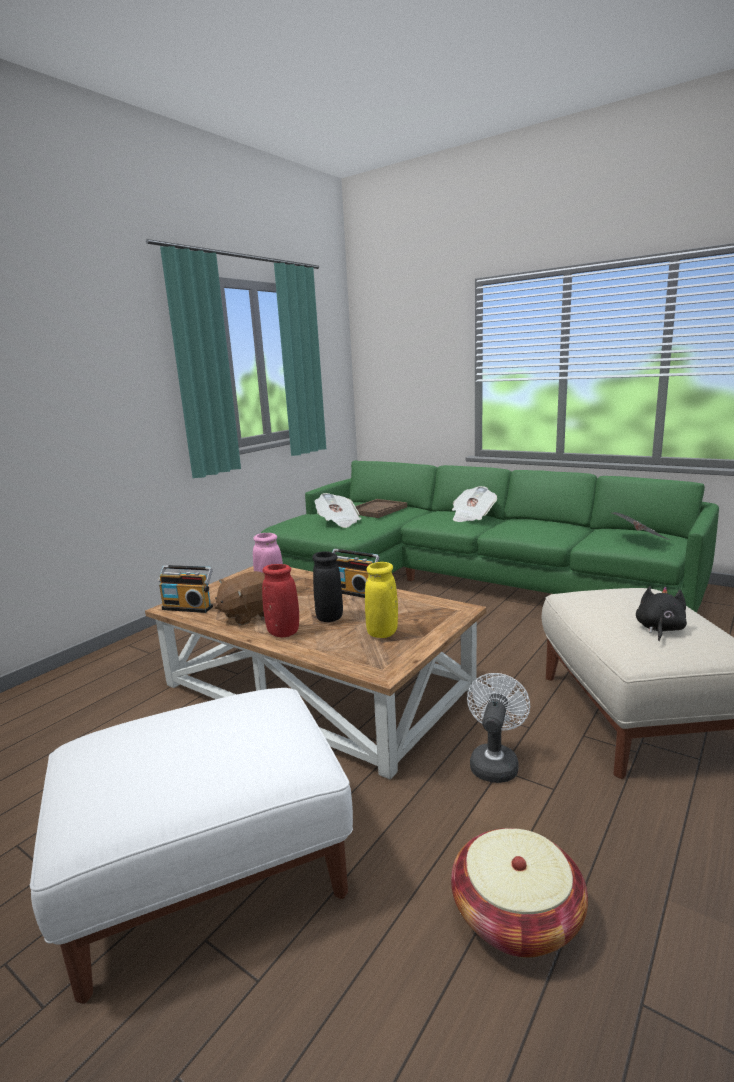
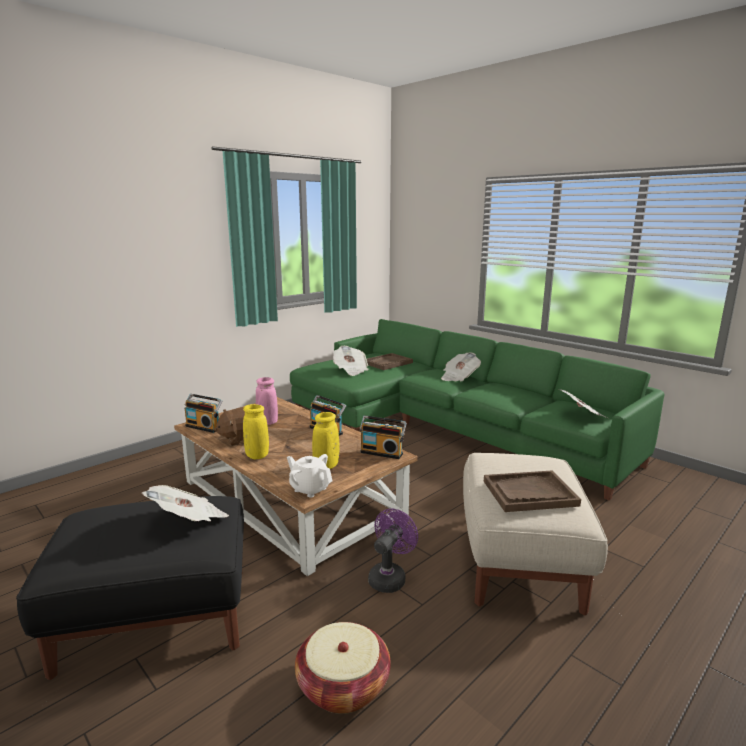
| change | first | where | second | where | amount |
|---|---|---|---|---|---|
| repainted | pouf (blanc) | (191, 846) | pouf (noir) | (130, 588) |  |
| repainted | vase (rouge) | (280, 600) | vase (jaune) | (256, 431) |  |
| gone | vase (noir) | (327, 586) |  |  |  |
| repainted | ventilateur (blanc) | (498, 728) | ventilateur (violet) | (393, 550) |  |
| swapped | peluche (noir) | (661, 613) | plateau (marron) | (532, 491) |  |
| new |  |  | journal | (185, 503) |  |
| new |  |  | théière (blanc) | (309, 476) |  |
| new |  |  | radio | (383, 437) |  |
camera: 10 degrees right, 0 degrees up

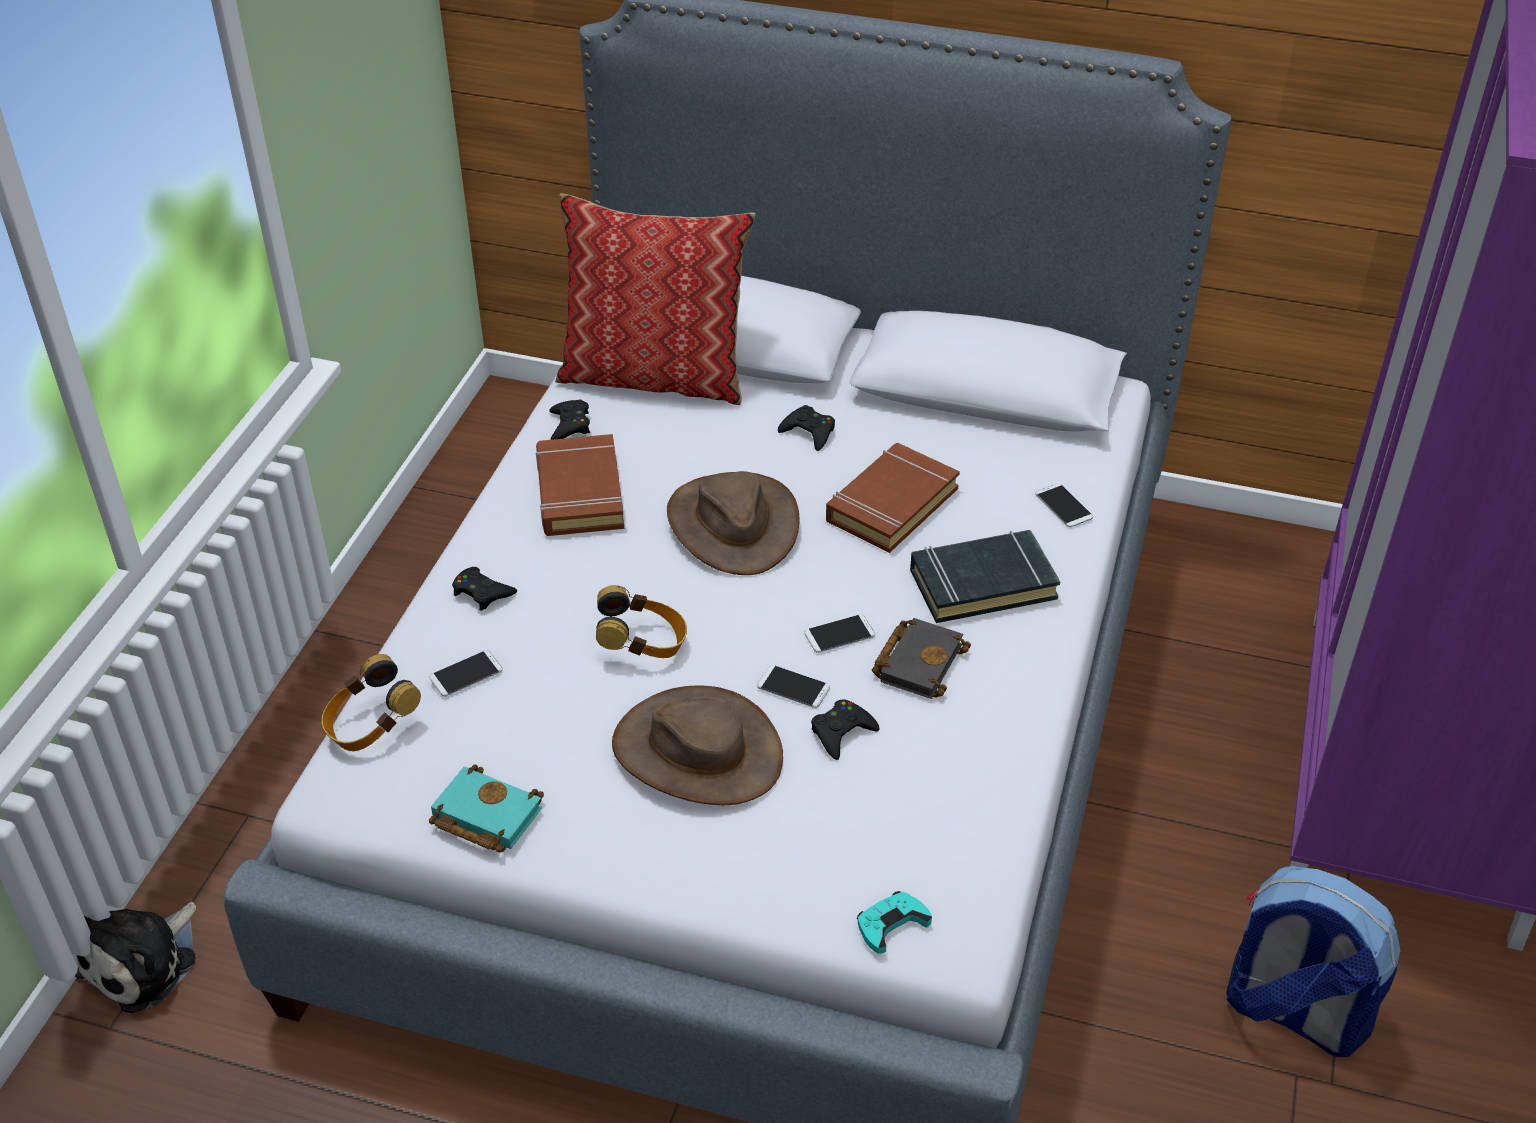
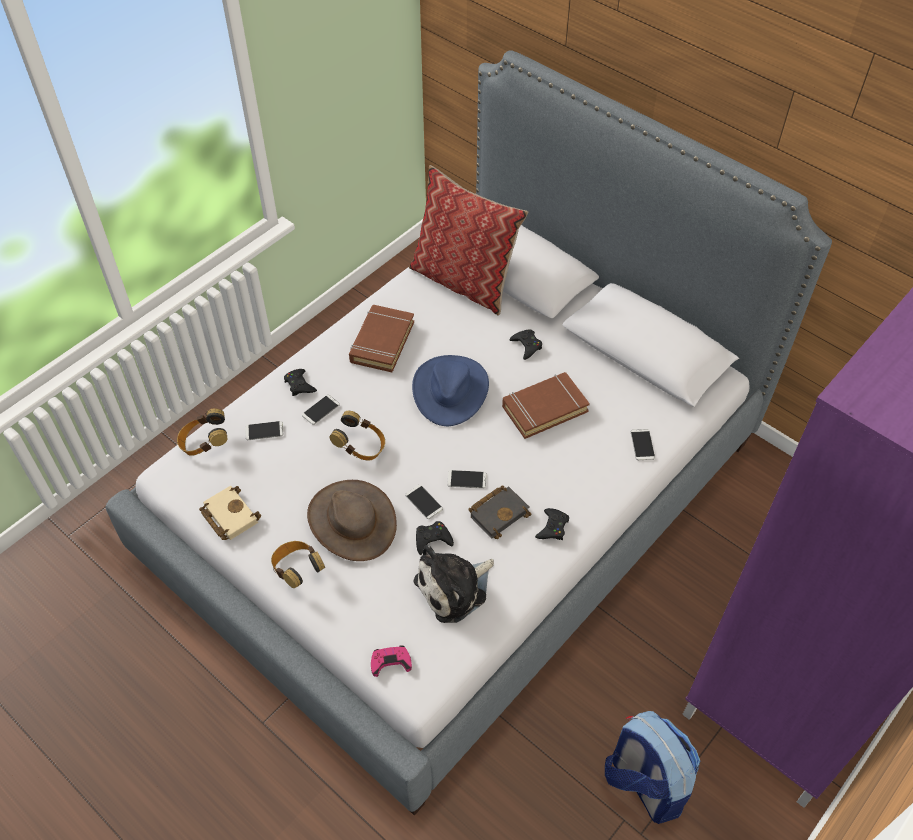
| change | first | where | second | where | amount |
|---|---|---|---|---|---|
| shifted | peluche | (135, 957) |  | (453, 584) |  |
| repainted | livre (turquoise) | (486, 808) | livre (beige) | (230, 513) |  |
| shifted | manette (noir) | (569, 419) |  | (552, 524) |  |
| repainted | chapeau (marron) | (733, 523) | chapeau (bleu) | (450, 390) |  |
| repainted | manette (turquoise) | (894, 922) | manette (rose) | (391, 661) |  |
| gone | livre (noir) | (985, 576) |  |  |  |
| new |  |  | casque audio | (298, 564) |  |
| new |  |  | téléphone | (321, 410) |  |
camera: 25 degrees right, 10 degrees up

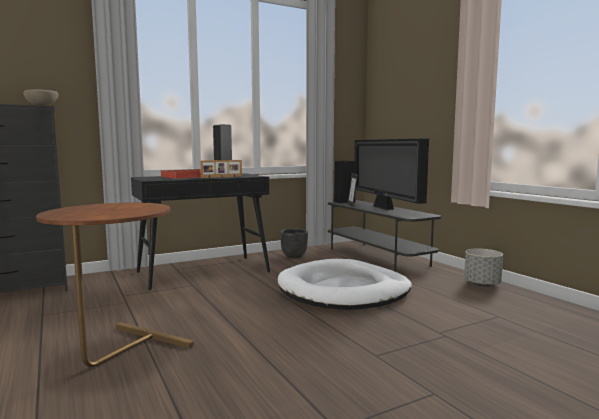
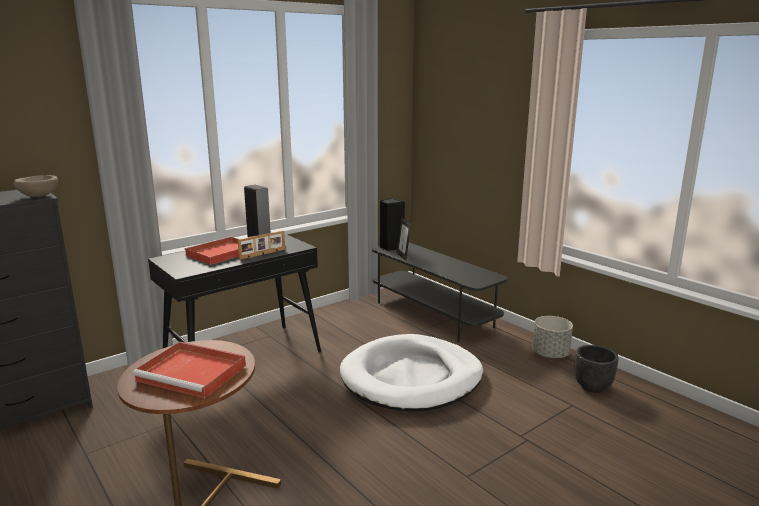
| change | first | where | second | where | amount |
|---|---|---|---|---|---|
| shifted | cache-pot (noir) | (294, 243) |  | (596, 369) |  |
| gone | téléviseur | (391, 174) |  |  |  |
| new |  |  | plateau (rouge) | (189, 370) |  |
camera: 10 degrees left, 10 degrees up

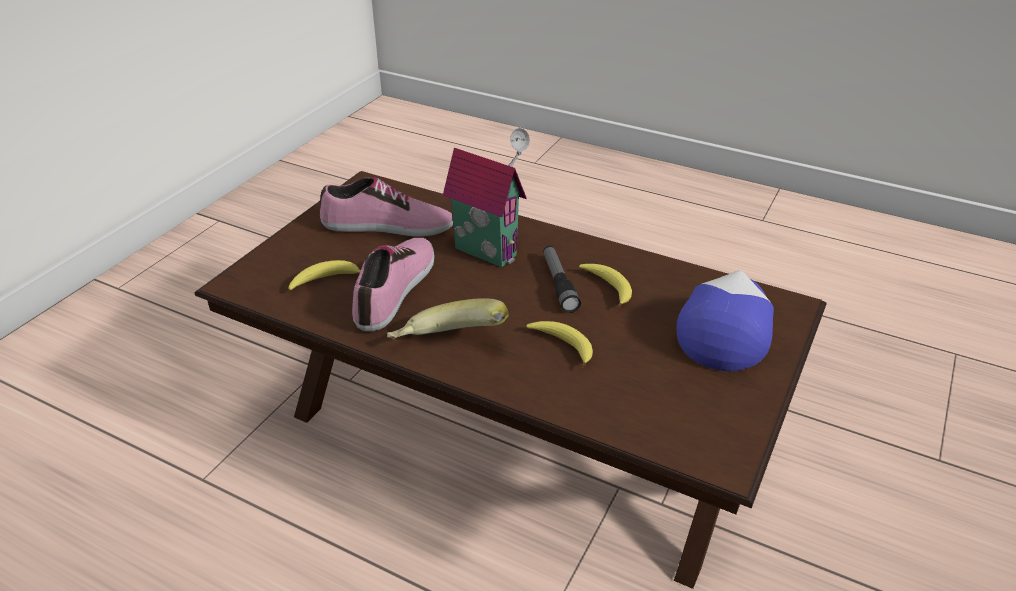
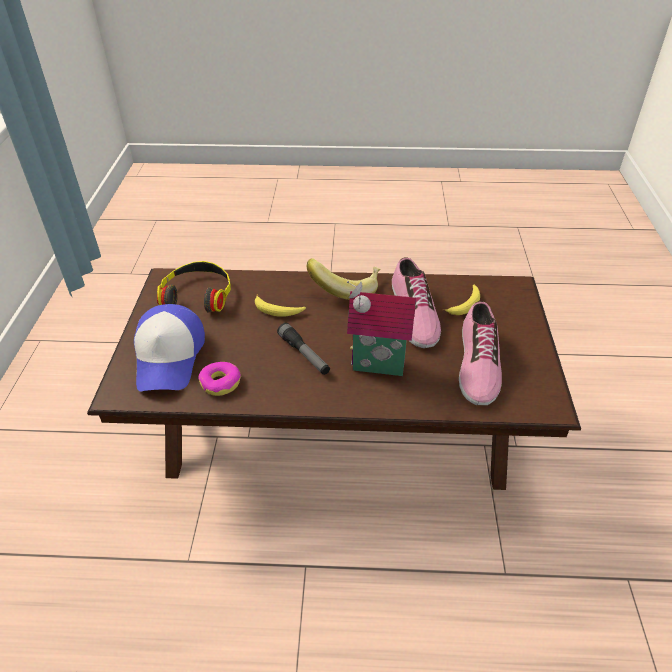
| change | first | where | second | where | amount |
|---|---|---|---|---|---|
| rotated | chaussure | (386, 207) |  | (480, 353) | 60 degrees counterclockwise |
| gone | banane | (605, 285) |  |  |  |
| new |  |  | casque audio | (194, 287) |  |
| new |  |  | beignet | (219, 379) |  |
camera: 155 degrees right, 5 degrees up

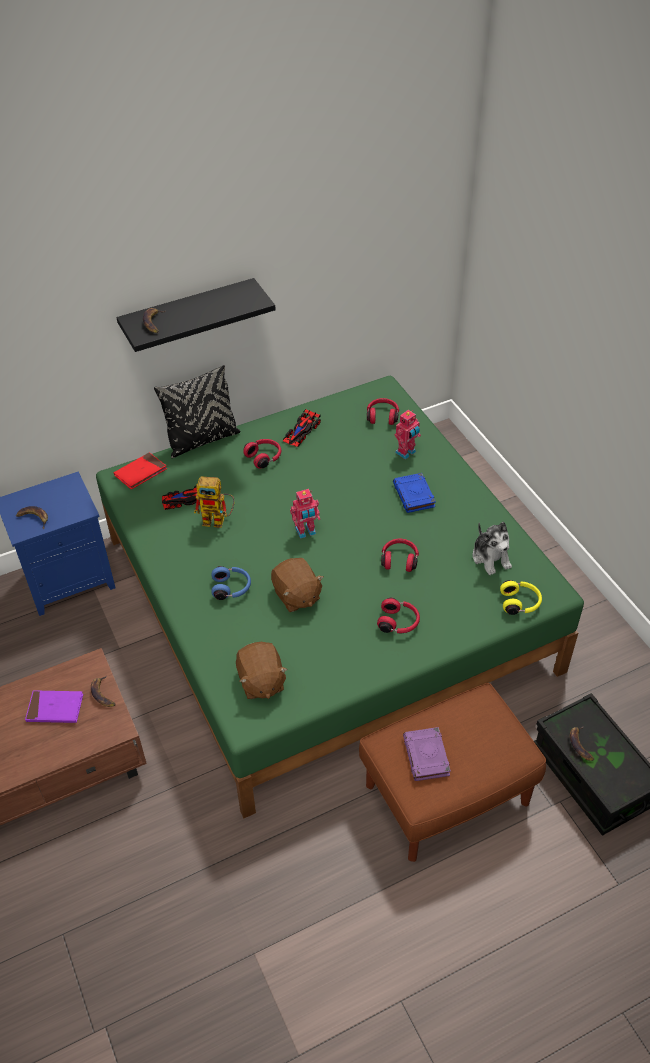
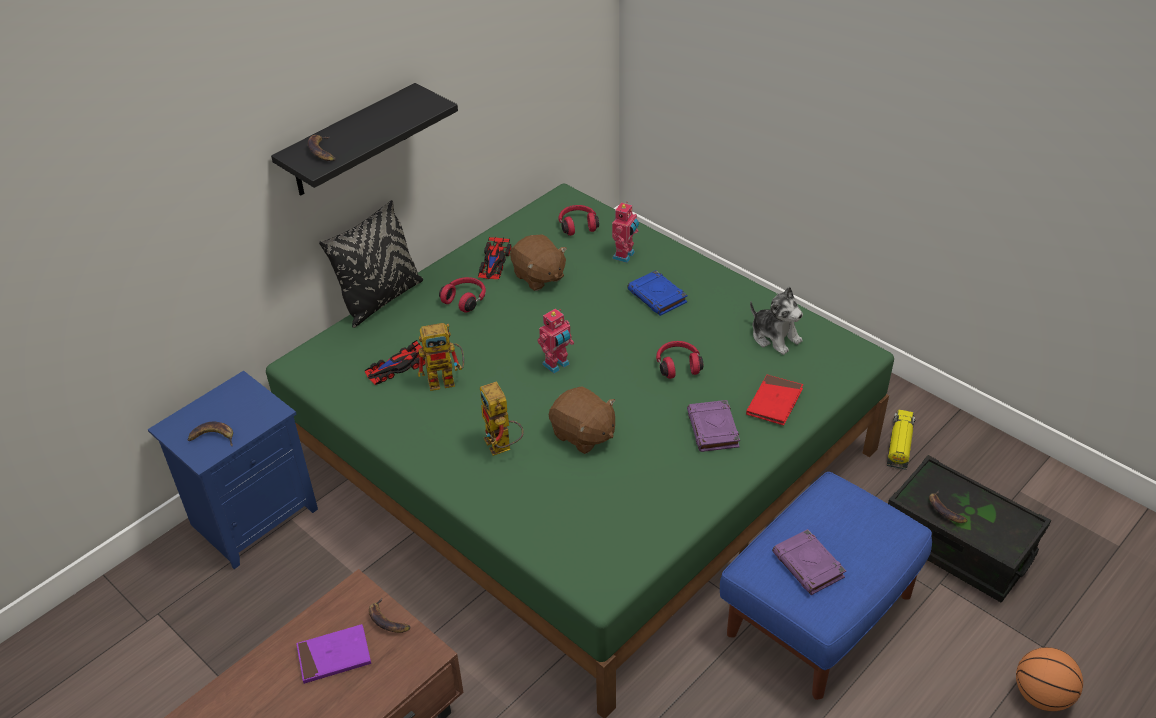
| change | first | where | second | where | amount |
|---|---|---|---|---|---|
| shifted | livre (rouge) | (140, 470) |  | (774, 400) |  |
| swapped | casque audio (bleu) | (231, 583) | robot jouet | (502, 418) |  |
| shifted | peluche (marron) | (262, 670) |  | (538, 262) |  |
| repainted | pouf (marron) | (452, 772) | pouf (bleu) | (826, 586) |  |
| swapped | casque audio (rouge) | (398, 615) | livre (violet) | (713, 426) |  |
| gone | casque audio (jaune) | (521, 597) |  |  |  |
| new |  |  | camion jouet | (901, 440) |  |
| new |  |  | ballon de basket | (1049, 679) |  |
camera: 20 degrees left, 5 degrees down

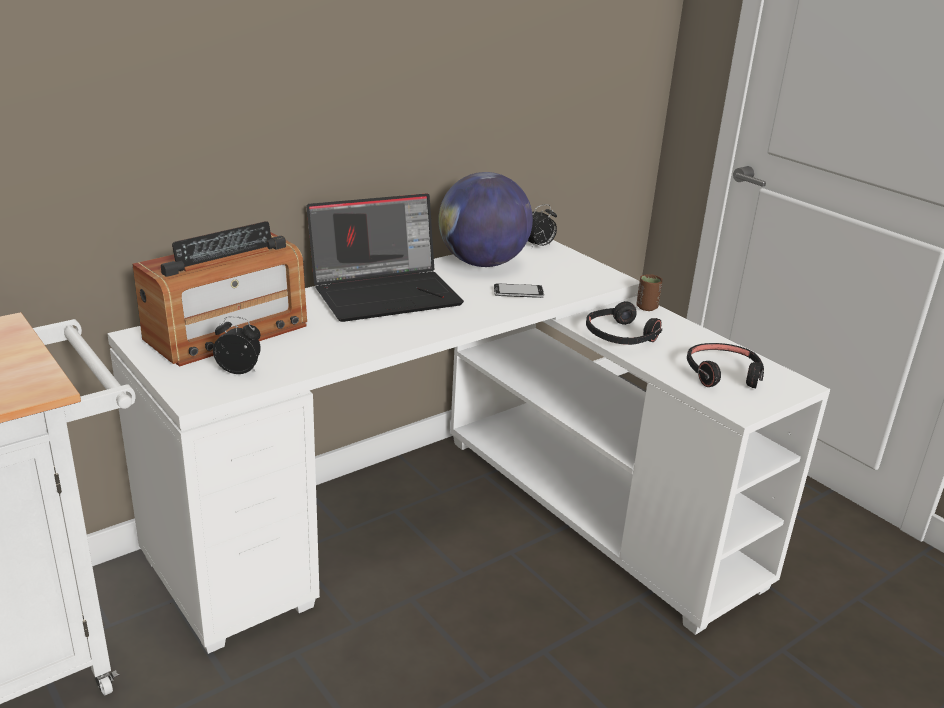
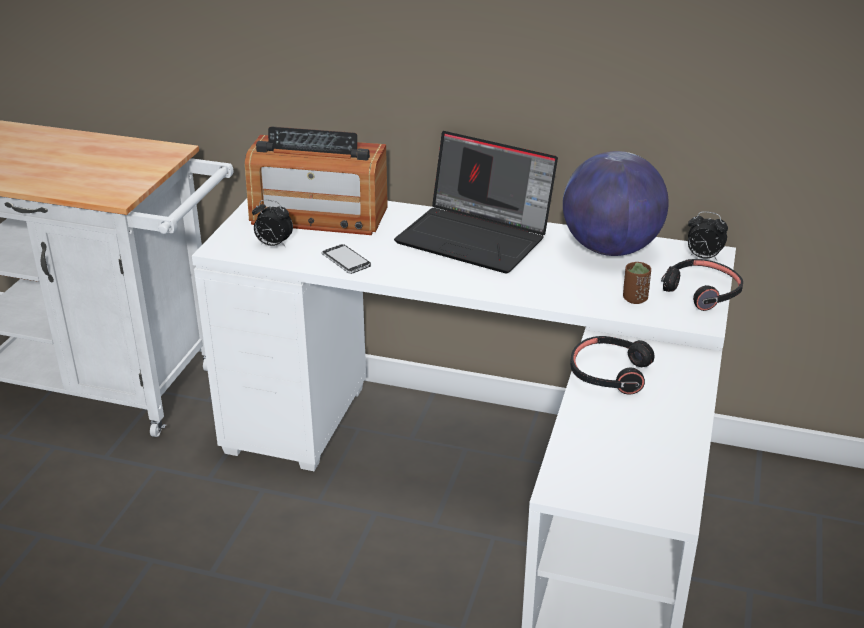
| change | first | where | second | where | amount |
|---|---|---|---|---|---|
| rotated | réveil | (237, 345) |  | (272, 224) | 135 degrees clockwise |
| shifted | téléphone | (519, 290) |  | (346, 259) |  |
| shifted | tasse (marron) | (649, 292) |  | (637, 283) |  |
| shifted | casque audio (noir) | (725, 365) |  | (702, 285) |  |
camera: 55 degrees right, 5 degrees up

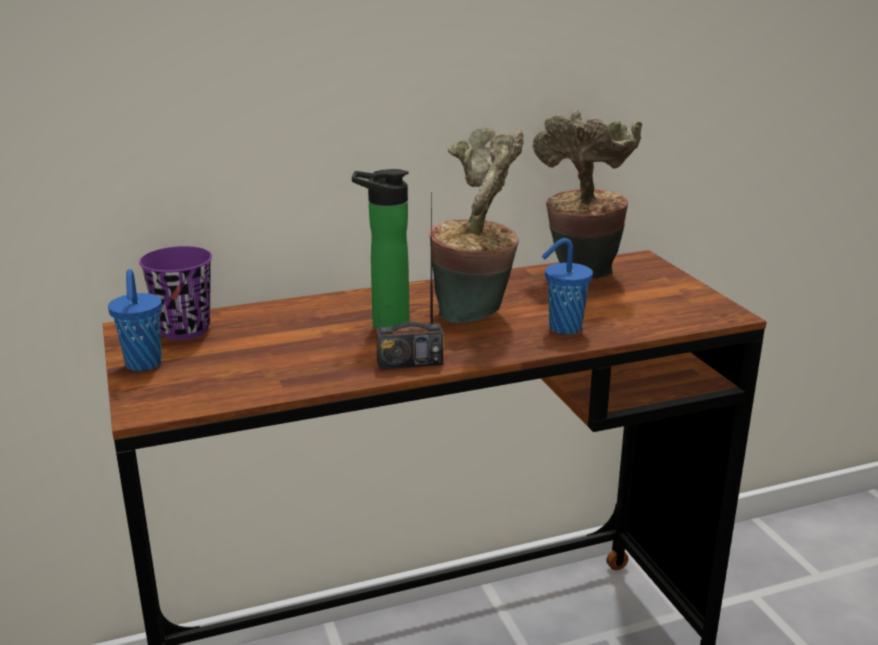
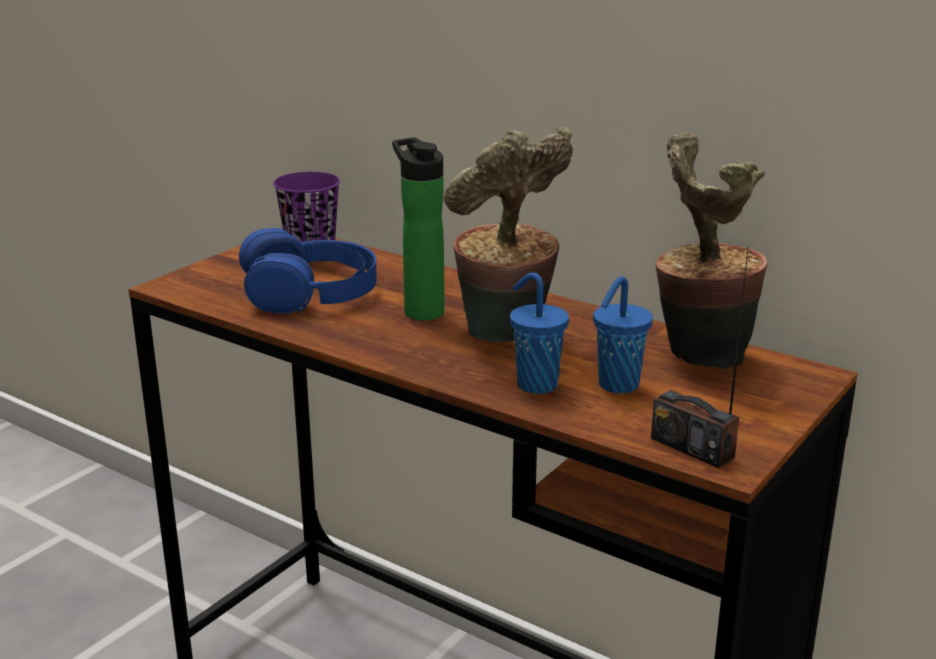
| change | first | where | second | where | amount |
|---|---|---|---|---|---|
| shifted | tasse (bleu) | (135, 320) |  | (623, 334) |  |
| shifted | radio | (409, 282) |  | (700, 356) |  |
| new |  |  | casque audio (bleu) | (307, 271) |  |
camera: 55 degrees right, 0 degrees up

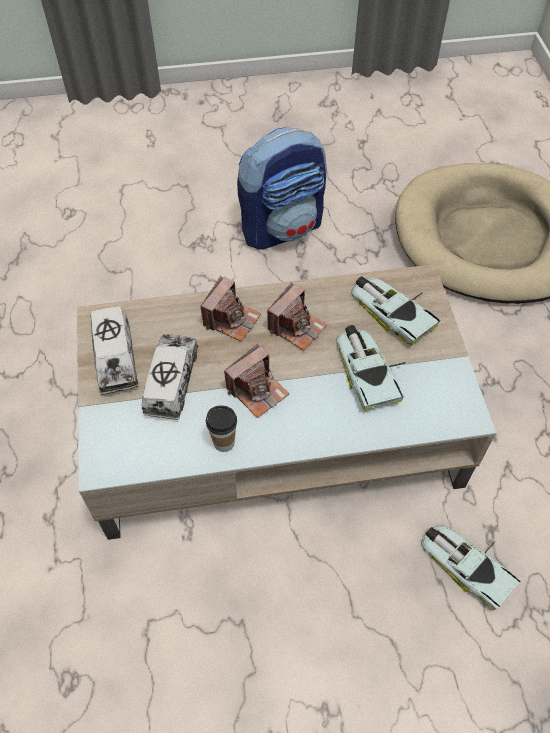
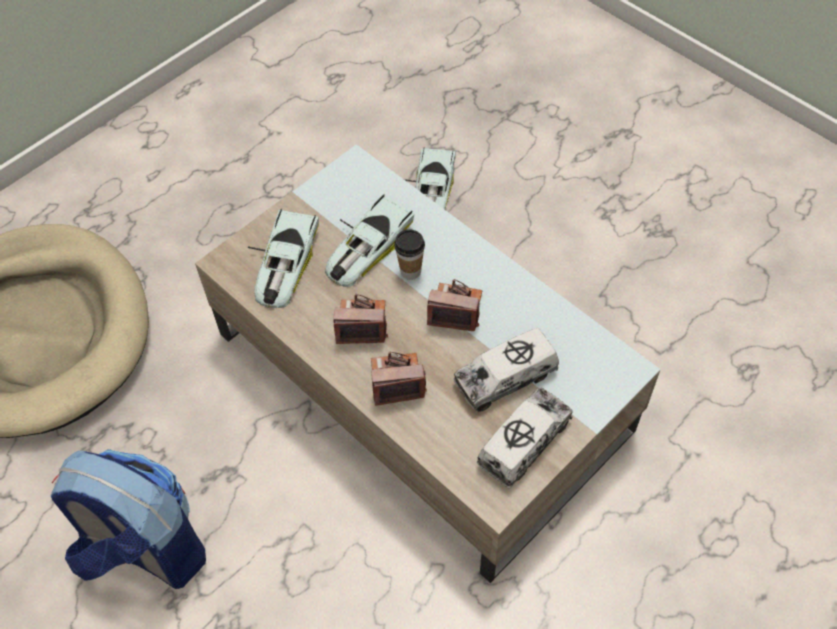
| change | first | where | second | where | amount |
|---|---|---|---|---|---|
| shifted | tasse | (221, 428) |  | (409, 254) |  |
camera: 125 degrees left, 0 degrees up

